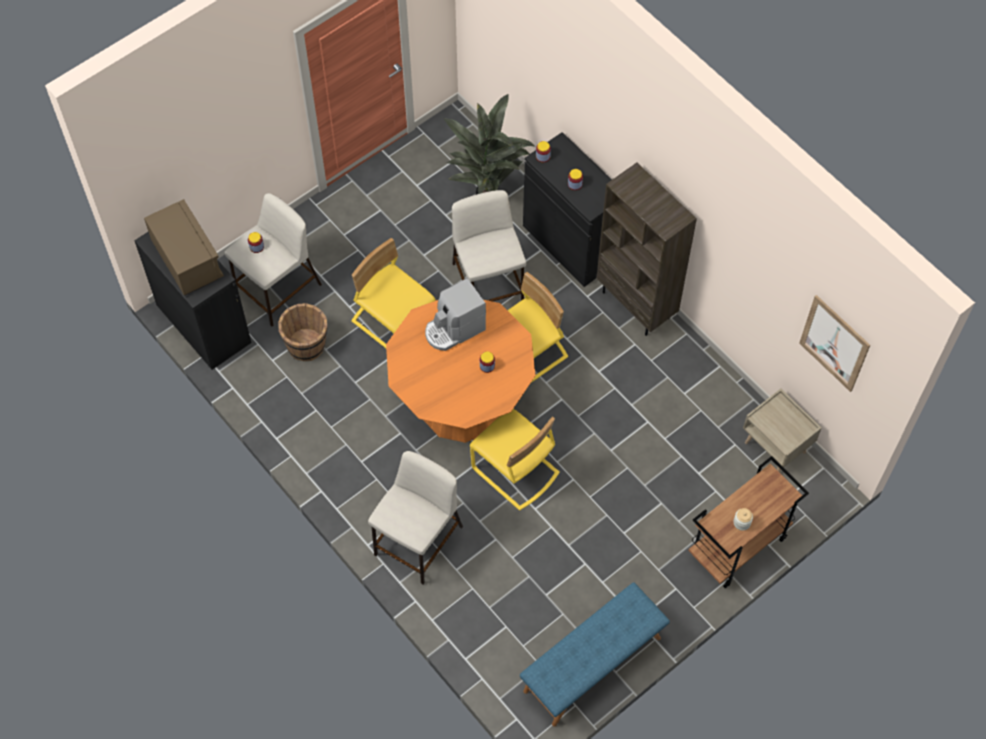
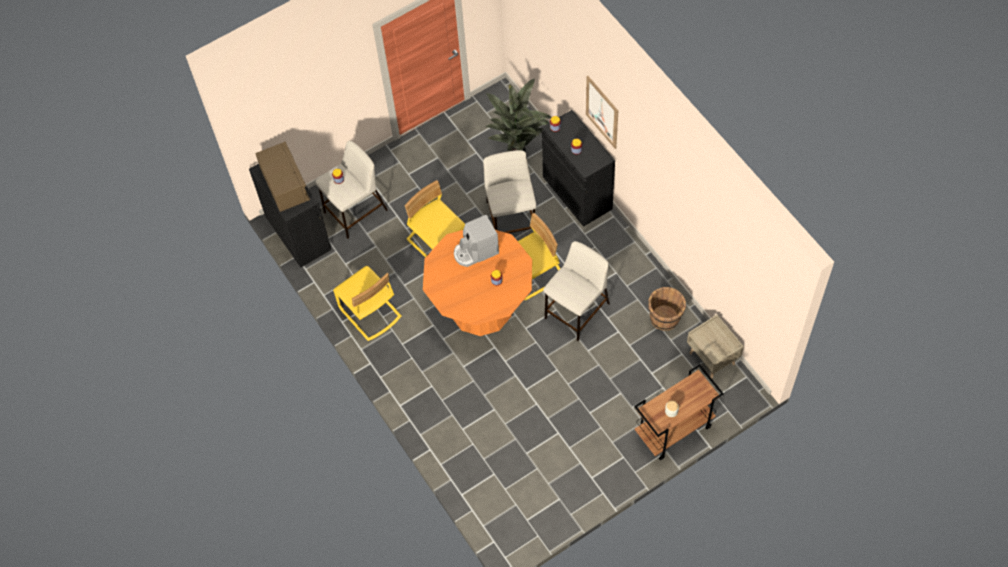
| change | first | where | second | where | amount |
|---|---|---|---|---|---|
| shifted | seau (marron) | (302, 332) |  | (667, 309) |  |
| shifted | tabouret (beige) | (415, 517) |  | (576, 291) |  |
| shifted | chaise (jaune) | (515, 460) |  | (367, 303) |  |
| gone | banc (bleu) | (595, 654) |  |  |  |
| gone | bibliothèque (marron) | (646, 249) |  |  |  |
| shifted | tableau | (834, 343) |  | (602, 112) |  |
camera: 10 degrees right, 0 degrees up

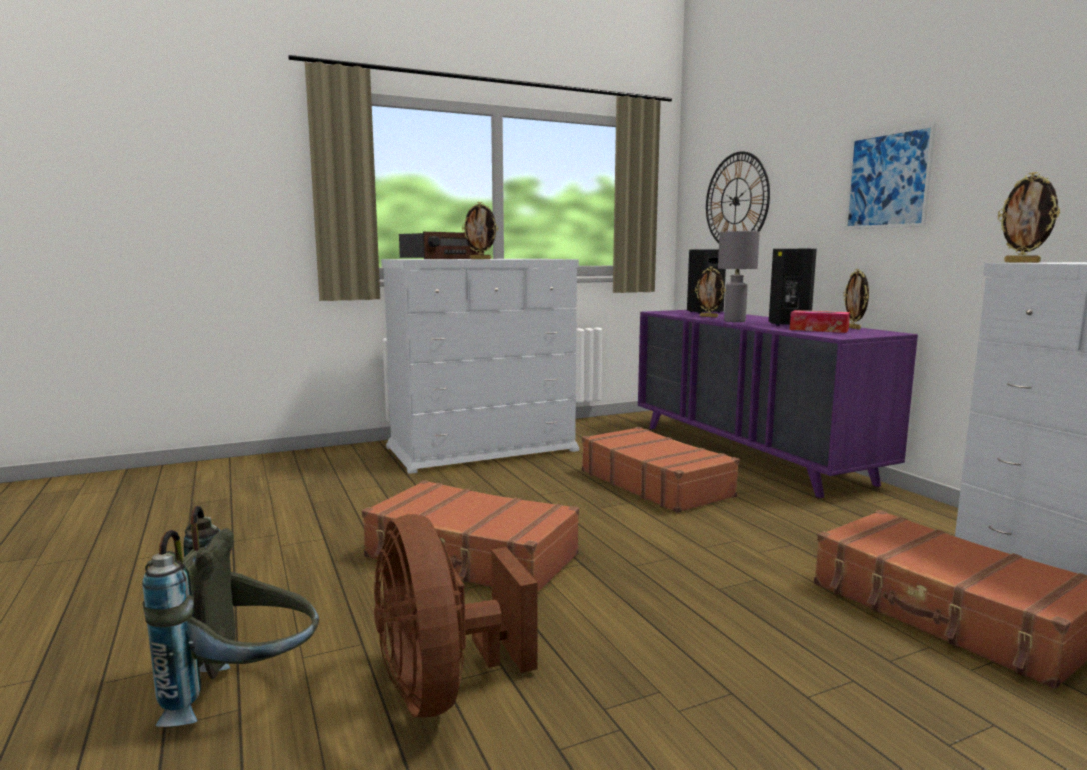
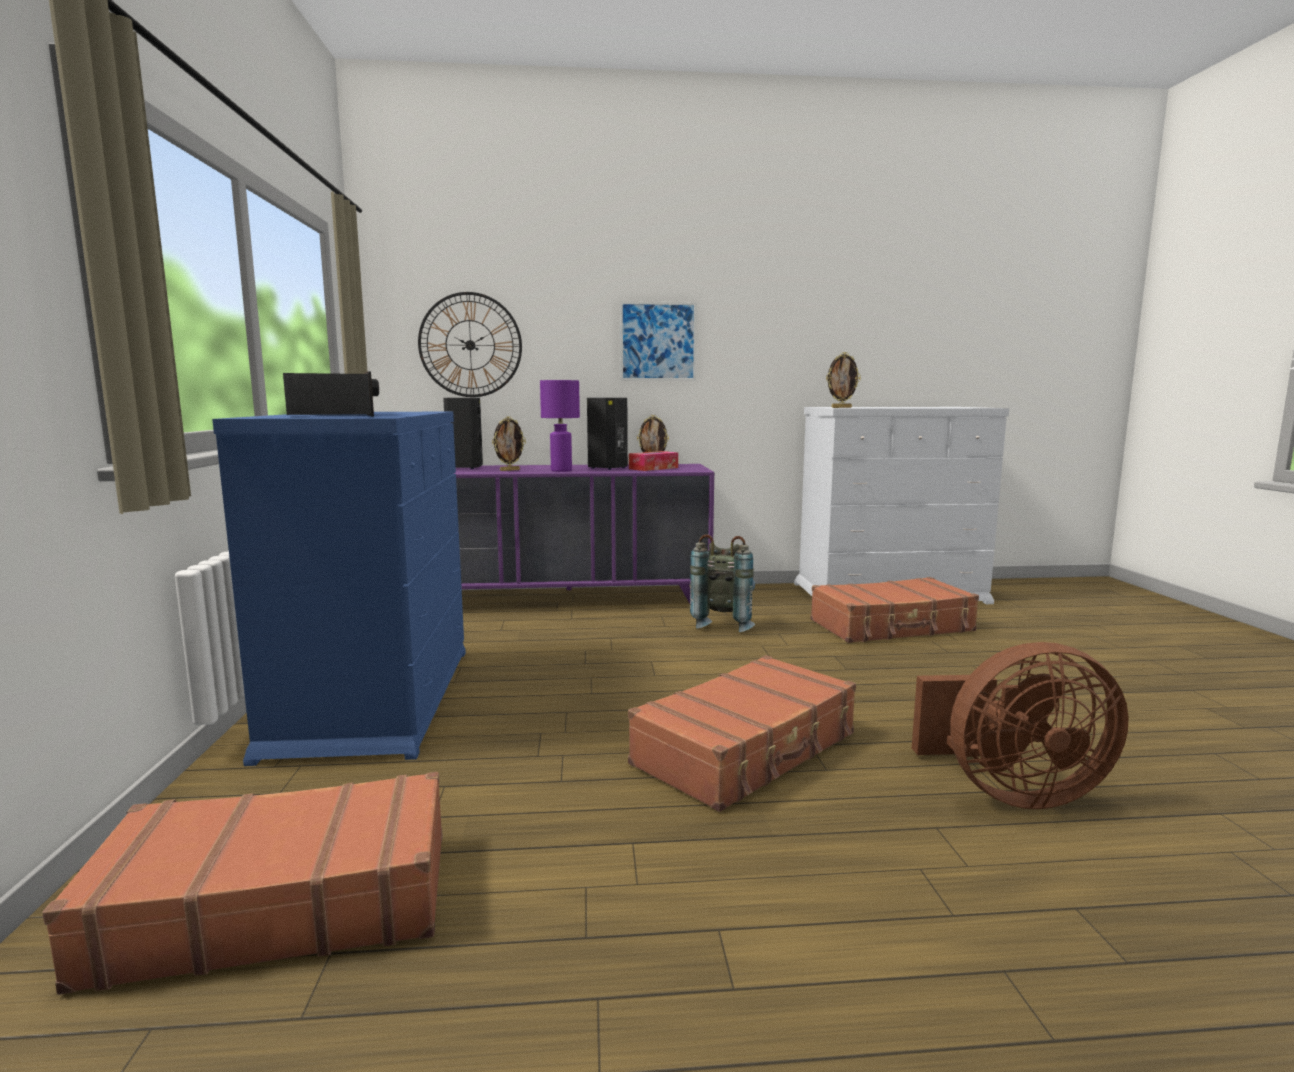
| change | first | where | second | where | amount |
|---|---|---|---|---|---|
| shifted | sac à dos (gris) | (230, 616) |  | (722, 583) |  |
| repainted | commode (blanc) | (480, 366) | commode (bleu) | (339, 589) |  |
| gone | cadre photo | (480, 230) |  |  |  |
| shifted | valise (marron) | (660, 470) |  | (242, 883) |  |
| repainted | lampe de table (gris) | (739, 276) | lampe de table (violet) | (560, 426) |  |
camera: 70 degrees left, 0 degrees up

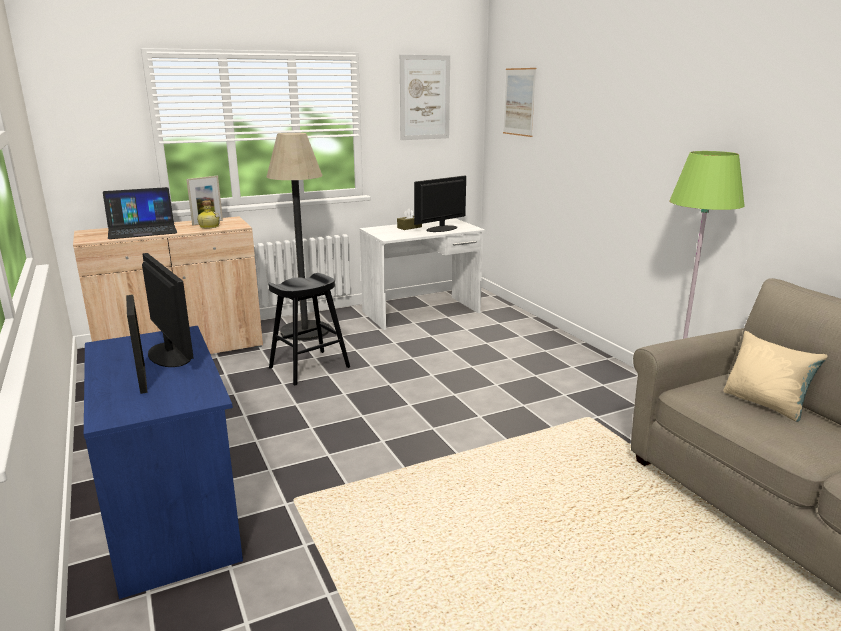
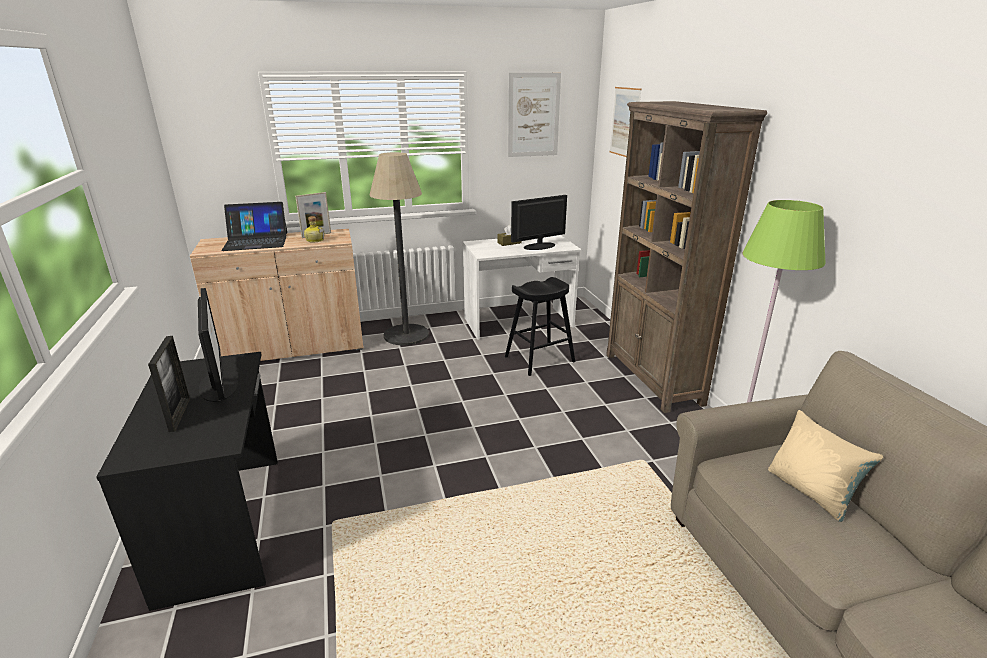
| change | first | where | second | where | amount |
|---|---|---|---|---|---|
| repainted | bureau (bleu) | (163, 462) | bureau (noir) | (187, 481) |  |
| shifted | tabouret (noir) | (309, 329) |  | (540, 326) |  |
| new |  |  | bibliothèque (marron) | (686, 257) |  |
camera: 10 degrees right, 5 degrees up

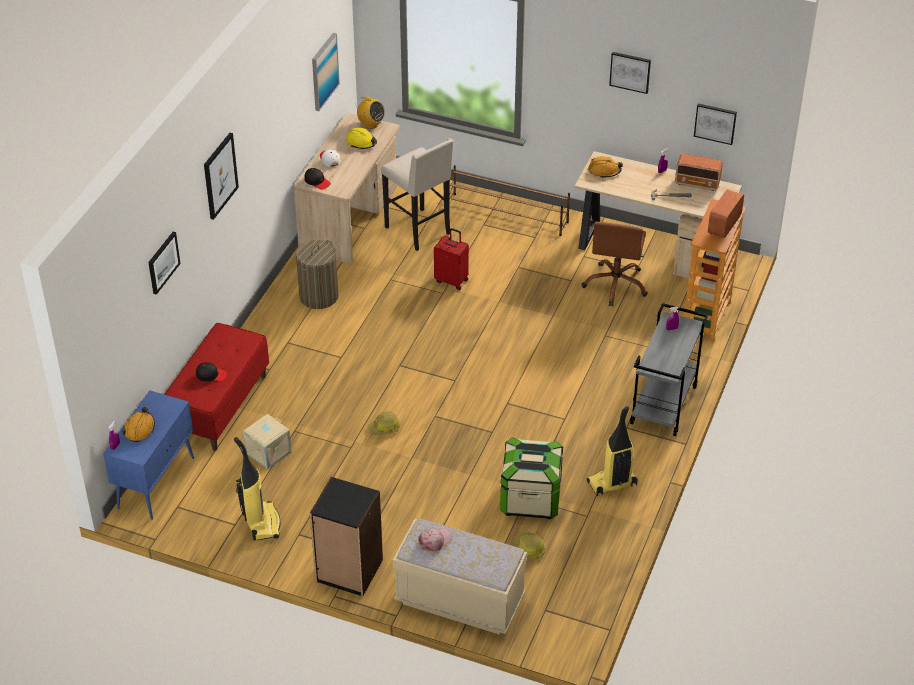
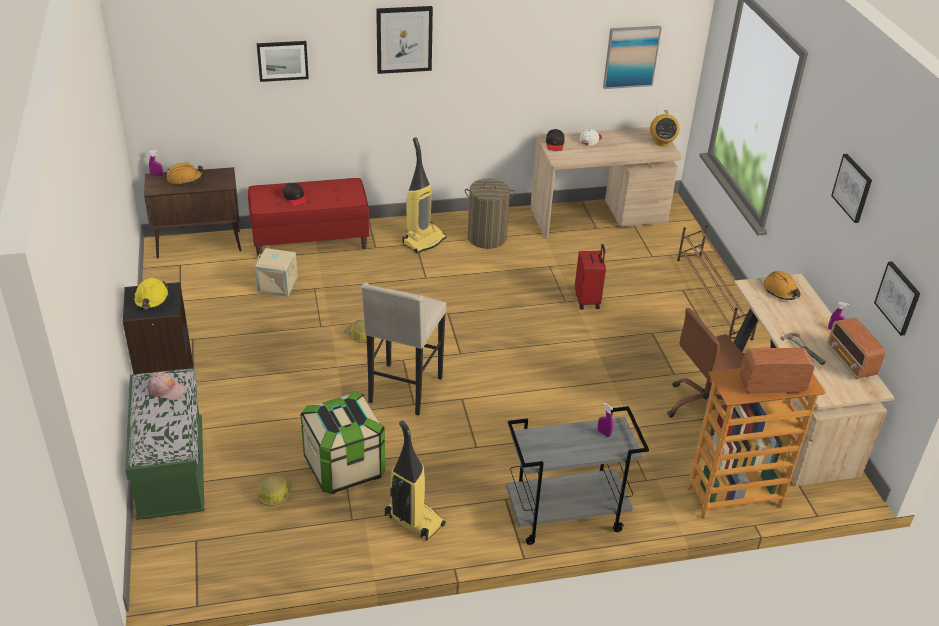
| change | first | where | second | where | amount |
|---|---|---|---|---|---|
| repainted | meuble de rangement (bleu) | (148, 455) | meuble de rangement (marron) | (192, 213) |  |
| shifted | aspirateur | (257, 489) |  | (425, 195) |  |
| shifted | casque de chantier (jaune) | (361, 138) |  | (151, 293) |  |
| shifted | tabouret (beige) | (417, 194) |  | (403, 349) |  |
| repainted | banc (beige) | (460, 576) | banc (vert) | (164, 444) |  |
camera: 55 degrees right, 5 degrees down

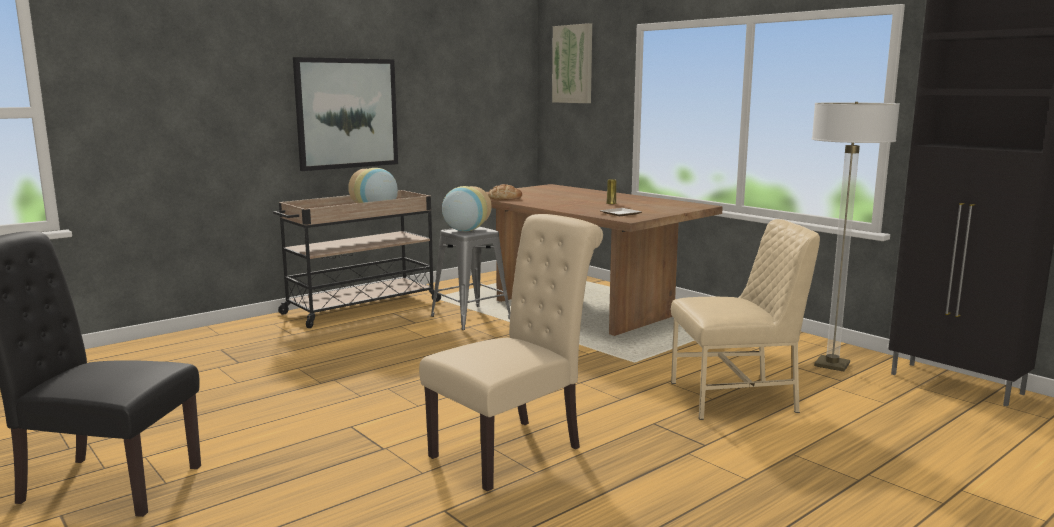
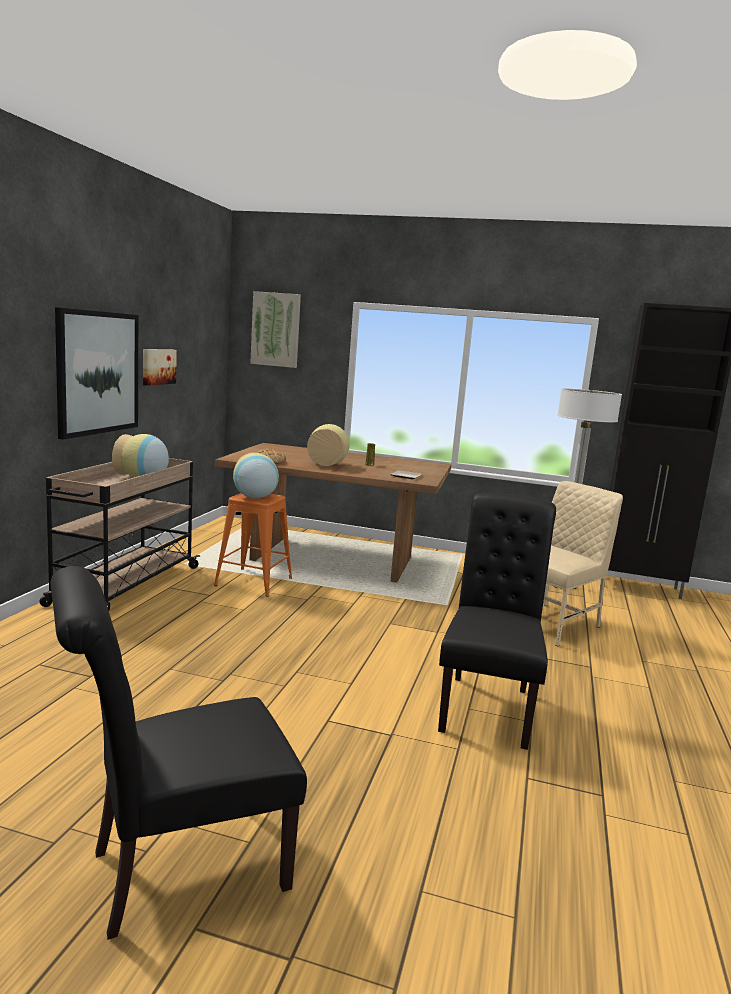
| change | first | where | second | where | amount |
|---|---|---|---|---|---|
| repainted | chaise (beige) | (511, 352) | chaise (noir) | (497, 621) |  |
| repainted | tabouret (gris) | (471, 278) | tabouret (orange) | (253, 545) |  |
| new |  |  | tableau | (160, 367) |  |
| new |  |  | vase | (328, 445) |  |
camera: 35 degrees left, 0 degrees up

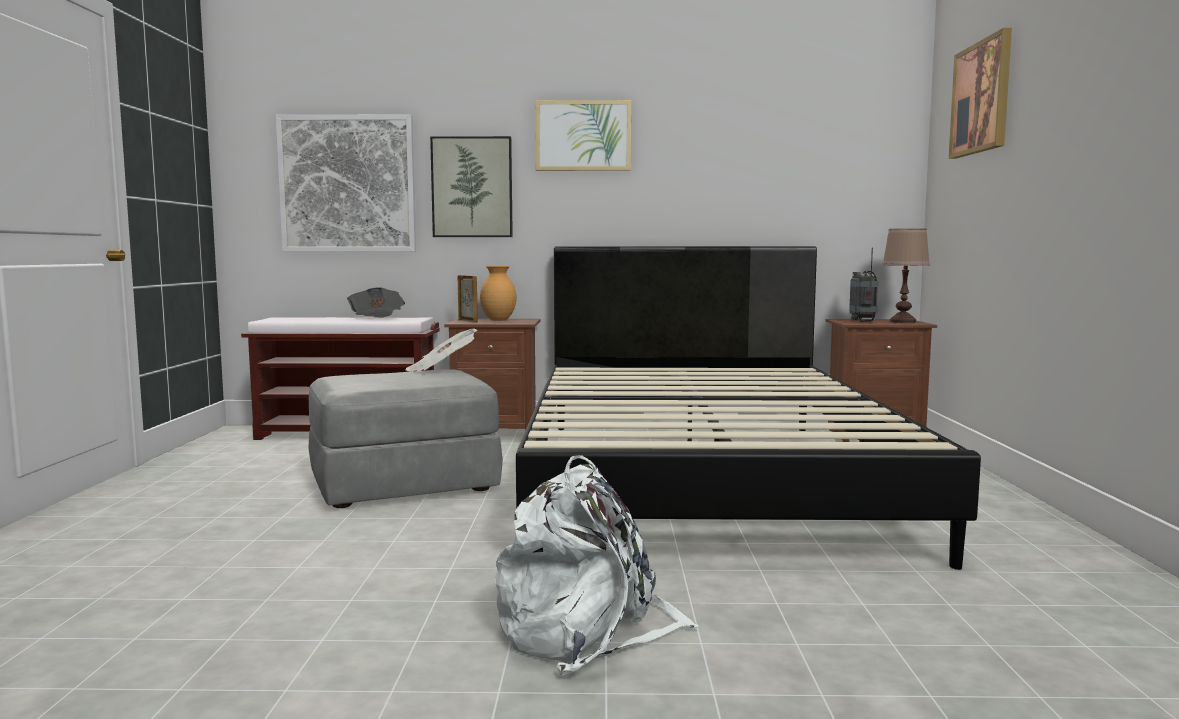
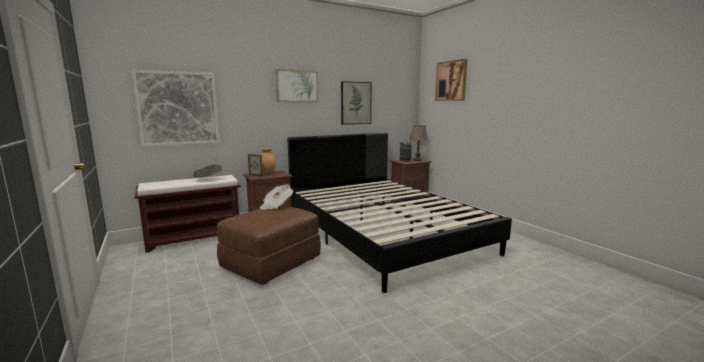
| change | first | where | second | where | amount |
|---|---|---|---|---|---|
| repainted | pouf (gris) | (405, 438) | pouf (marron) | (269, 245) |  |
| shifted | tableau | (471, 186) |  | (356, 103) |  |
| gone | sac à dos (blanc) | (597, 565) |  |  |  |
camera: 30 degrees left, 5 degrees up

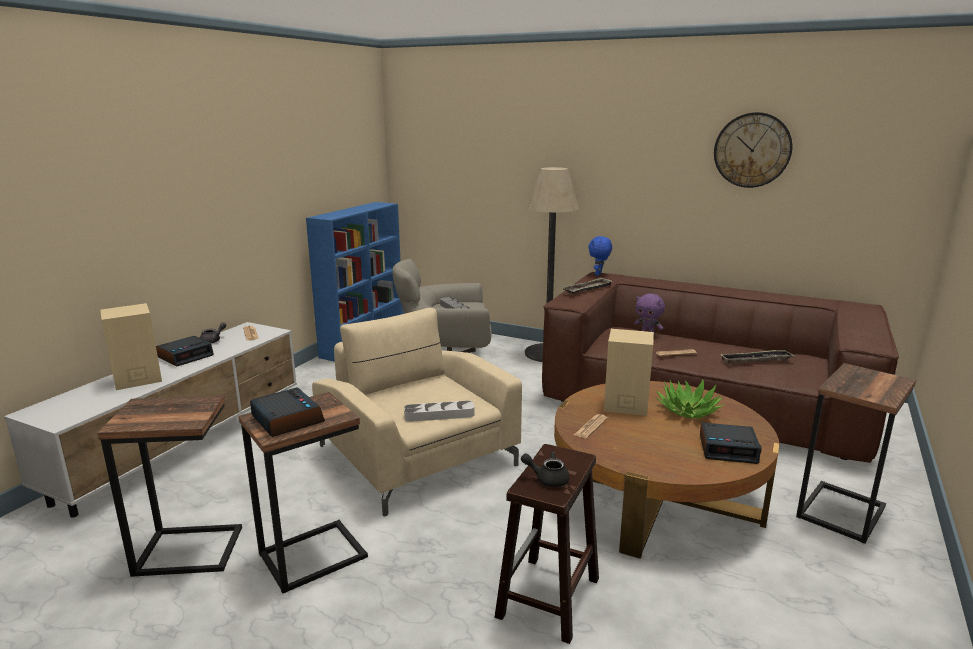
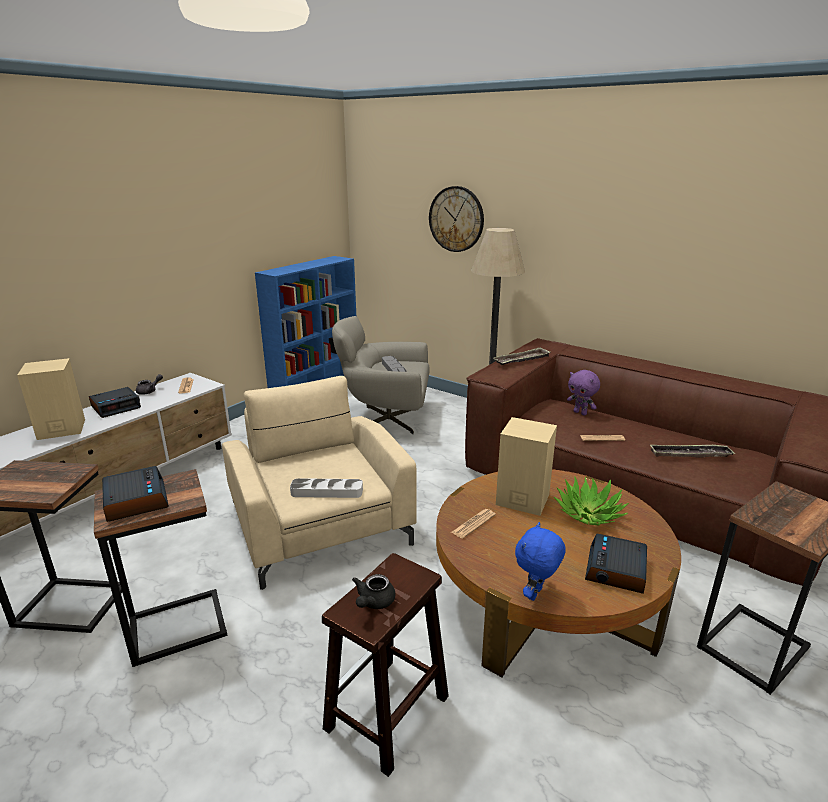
| change | first | where | second | where | amount |
|---|---|---|---|---|---|
| rotated | théière (noir) | (545, 469) |  | (373, 591) | 90 degrees counterclockwise |
| shifted | peluche (bleu) | (600, 256) |  | (540, 561) |  |
| rotated | réveil | (731, 443) |  | (616, 563) | 90 degrees clockwise |
| shifted | horloge murale | (753, 150) |  | (456, 219) |  |
camera: 10 degrees right, 5 degrees up

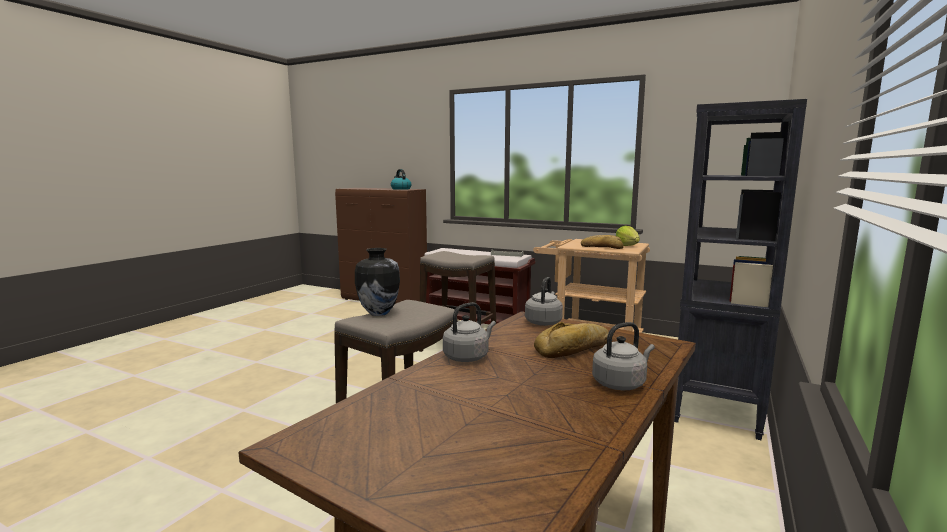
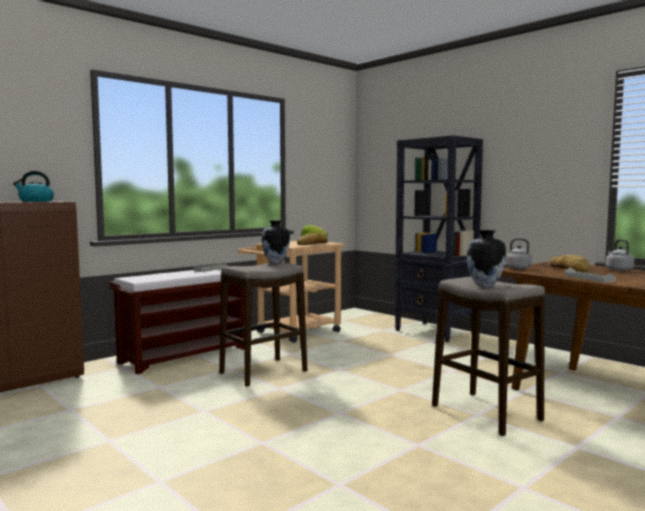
| change | first | where | second | where | amount |
|---|---|---|---|---|---|
| swapped | bouilloire (gris) | (469, 332) | plateau (gris) | (590, 275) |  |
| new |  |  | vase | (276, 241) |  |
camera: 70 degrees left, 5 degrees down

